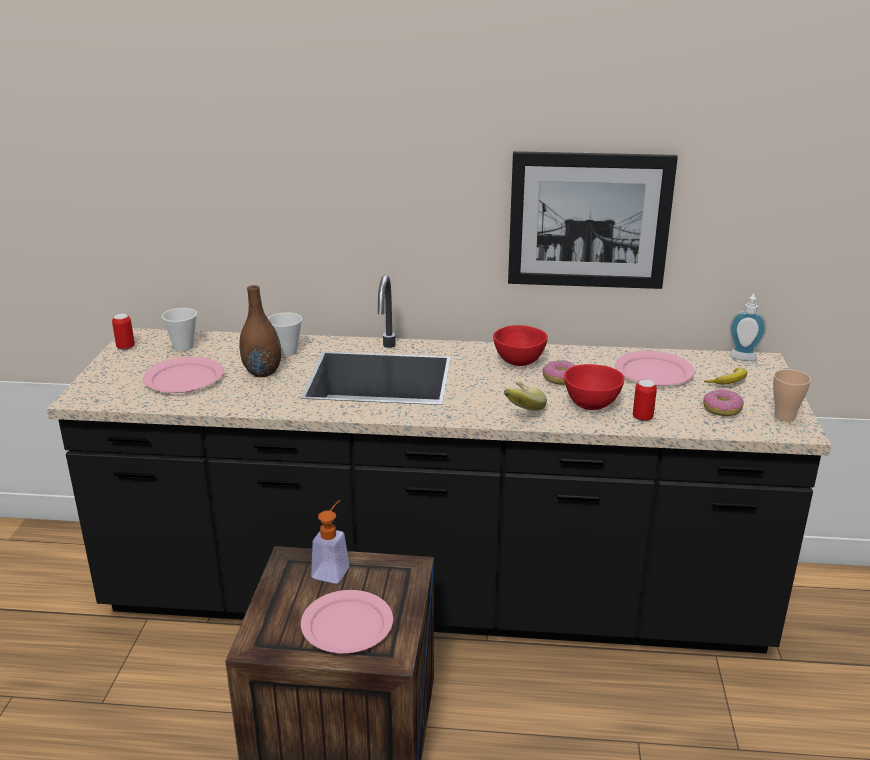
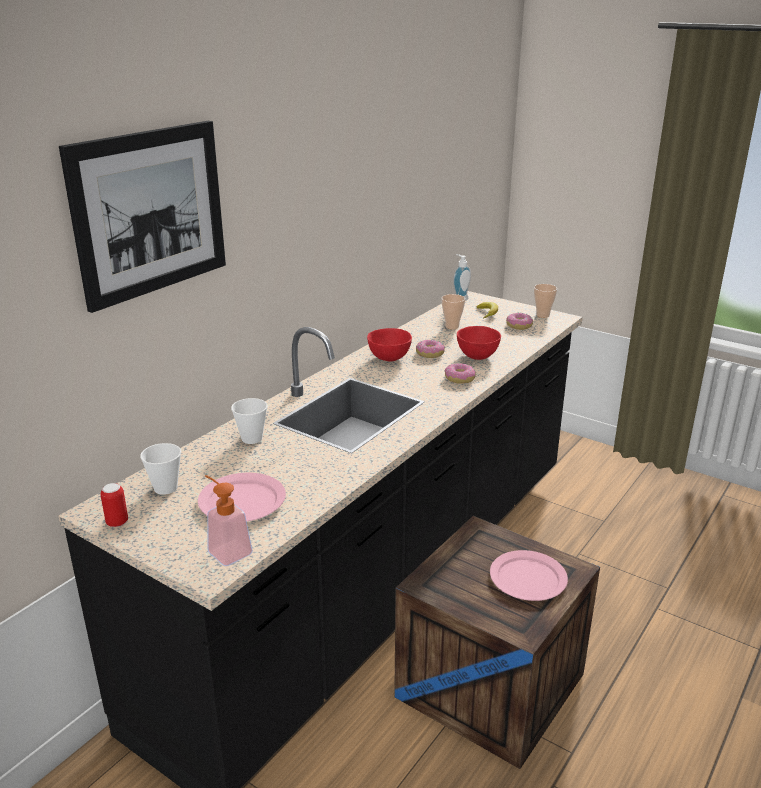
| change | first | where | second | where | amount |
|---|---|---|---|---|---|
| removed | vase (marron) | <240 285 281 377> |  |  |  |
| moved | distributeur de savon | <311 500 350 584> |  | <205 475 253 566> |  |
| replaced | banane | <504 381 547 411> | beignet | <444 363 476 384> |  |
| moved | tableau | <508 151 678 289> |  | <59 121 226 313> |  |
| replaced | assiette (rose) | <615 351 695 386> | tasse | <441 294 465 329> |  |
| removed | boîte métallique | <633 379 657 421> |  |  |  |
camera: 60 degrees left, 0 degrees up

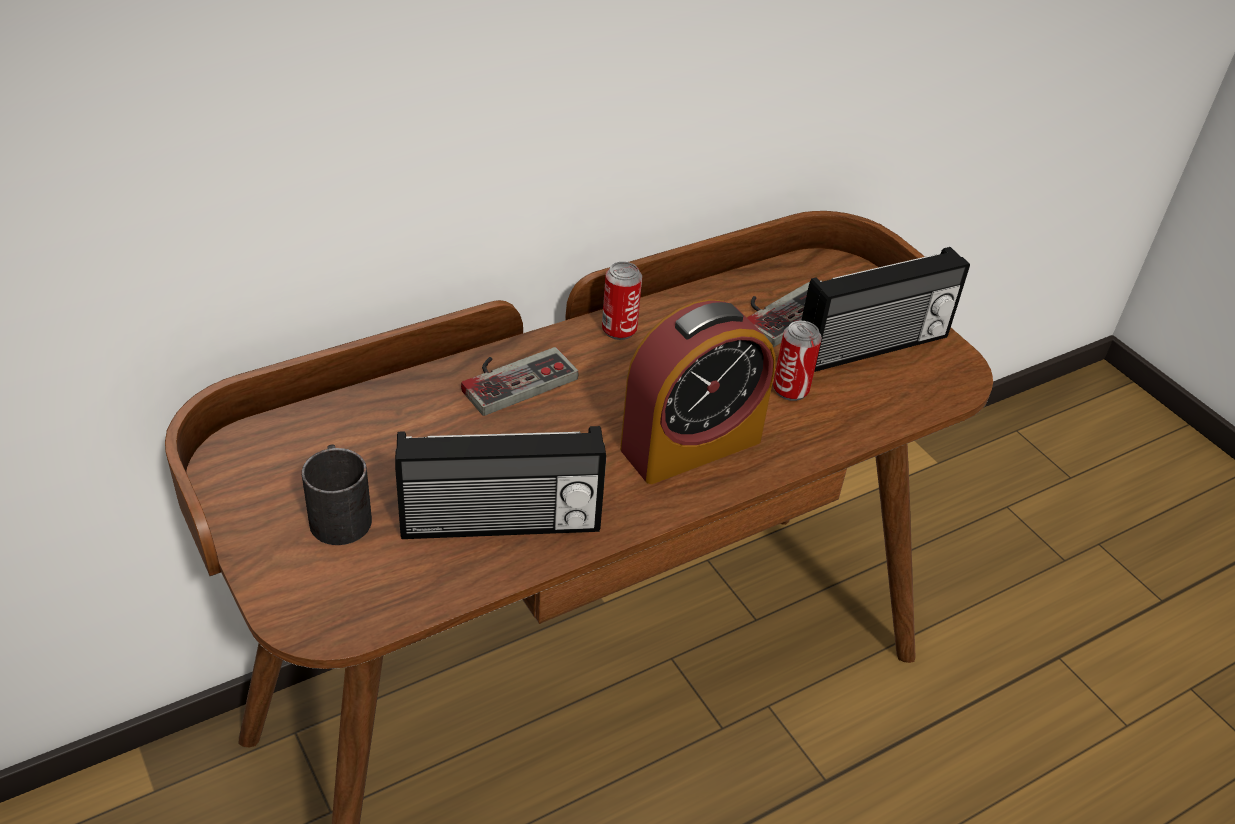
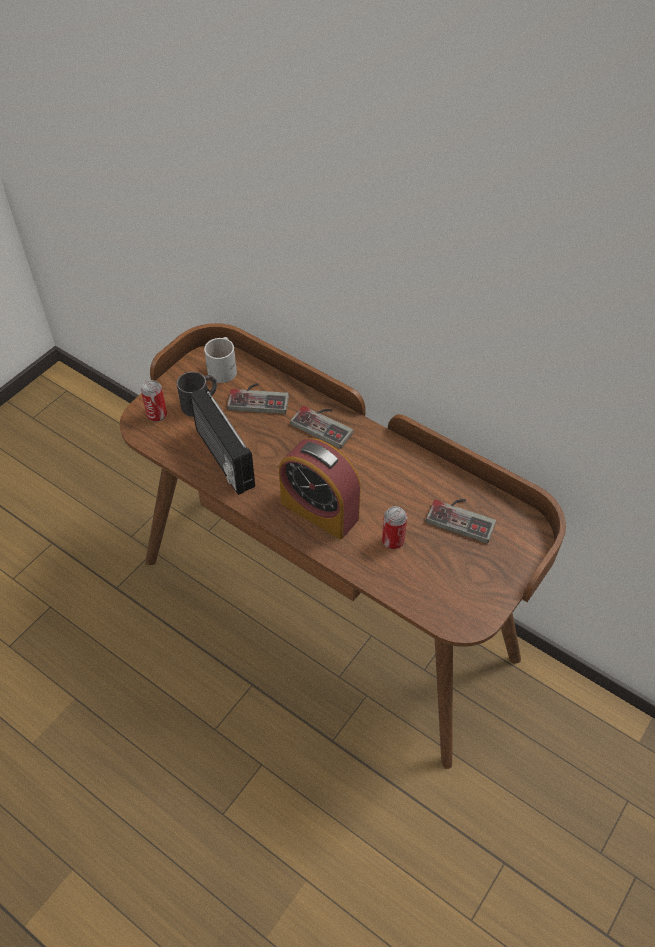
| change | first | where | second | where | amount |
|---|---|---|---|---|---|
| moved | boîte métallique | <602 262 642 340> |  | <141 380 167 422> |  |
| removed | radio | <801 247 970 372> |  |  |  |
| added |  |  | mug (blanc) | <204 337 237 383> |  |
| added |  |  | manette | <227 383 289 414> |  |
camera: 70 degrees right, 10 degrees up

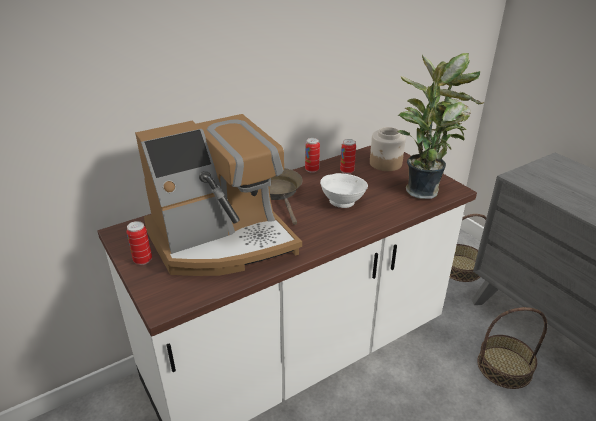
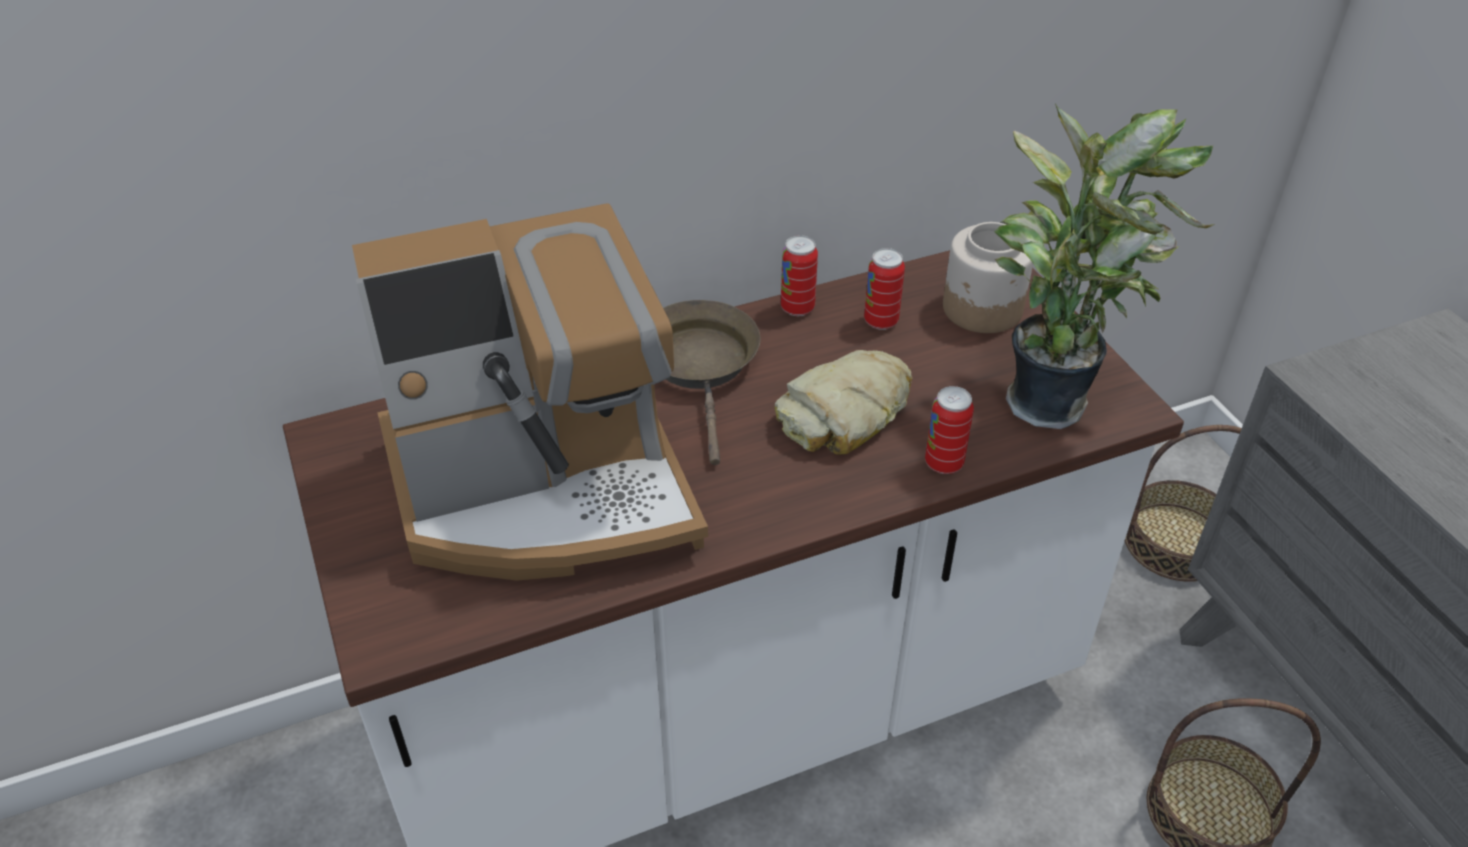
| change | first | where | second | where | amount |
|---|---|---|---|---|---|
| moved | boîte métallique | <127 221 152 265> |  | <925 386 974 474> |  |
| replaced | bol (blanc) | <320 173 368 208> | pain | <774 350 913 454> |  |
camera: 10 degrees right, 10 degrees up

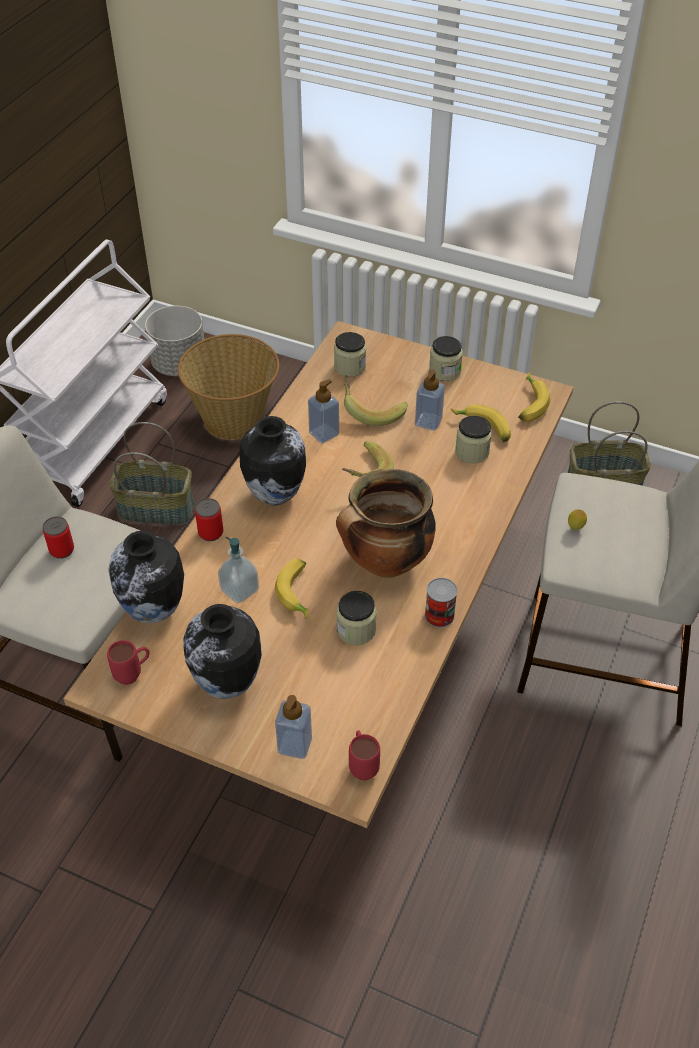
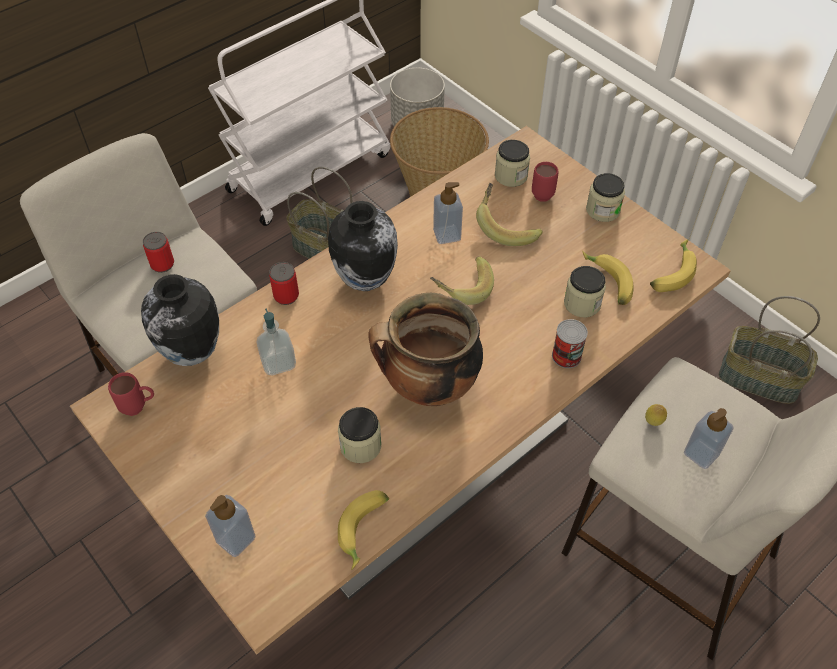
| change | first | where | second | where | amount |
|---|---|---|---|---|---|
| removed | vase | <184 604 262 699> |  |  |  |
| moved | banane | <275 559 308 619> |  | <338 490 389 570> |  |
| moved | mug (rouge) | <349 730 380 781> |  | <532 162 558 202> |  |
| moved | distributeur de savon | <415 370 445 431> |  | <684 408 734 469> |  |
| moved | boîte métallique | <425 578 458 627> |  | <552 319 588 368> |  |
camera: 25 degrees right, 5 degrees up

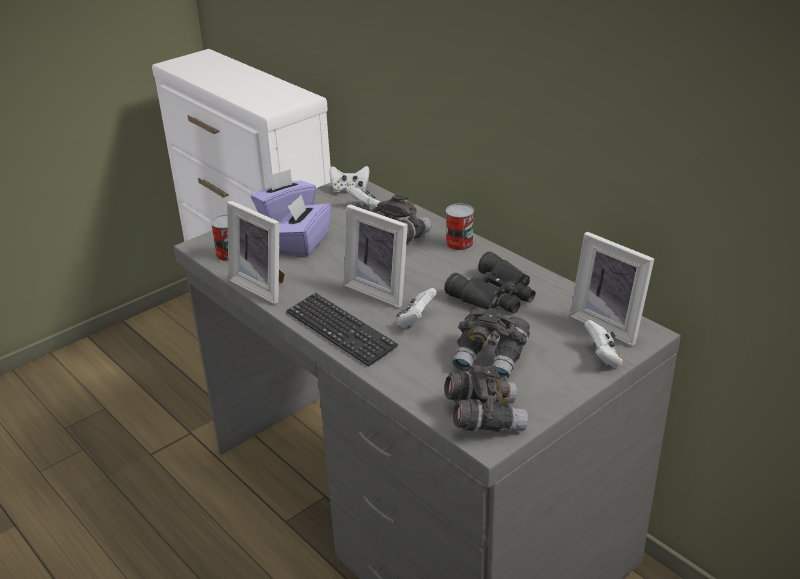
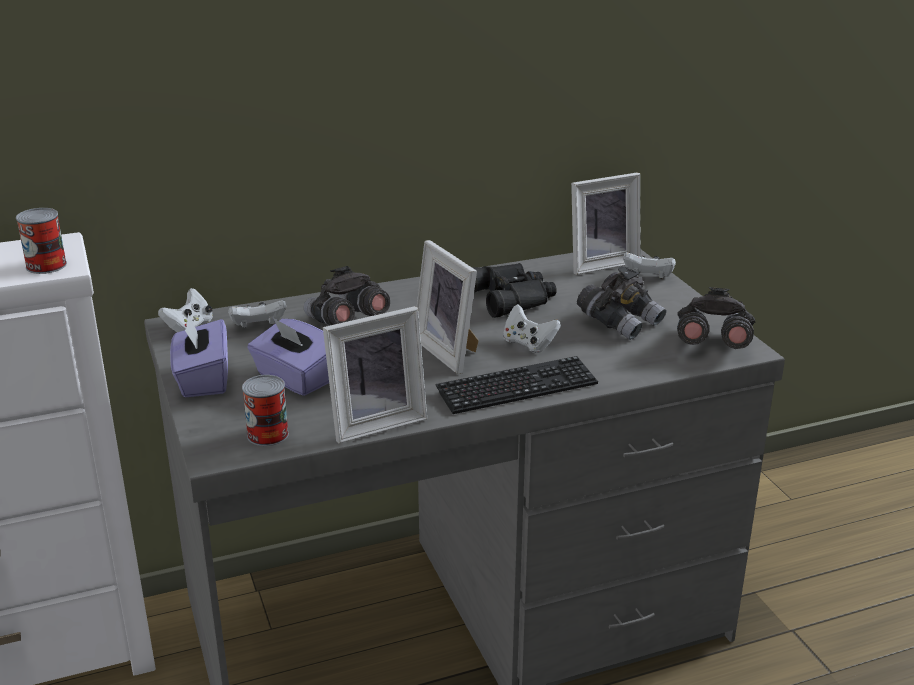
| change | first | where | second | where | amount |
|---|---|---|---|---|---|
| turned | cadre photo | <344 204 408 308> |  | <417 240 479 374> | 90 degrees clockwise |
| moved | boîte métallique | <446 204 474 251> |  | <16 208 67 274> |  |
camera: 70 degrees left, 5 degrees down

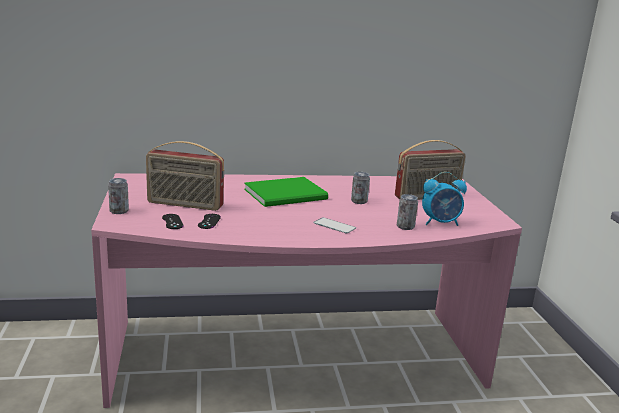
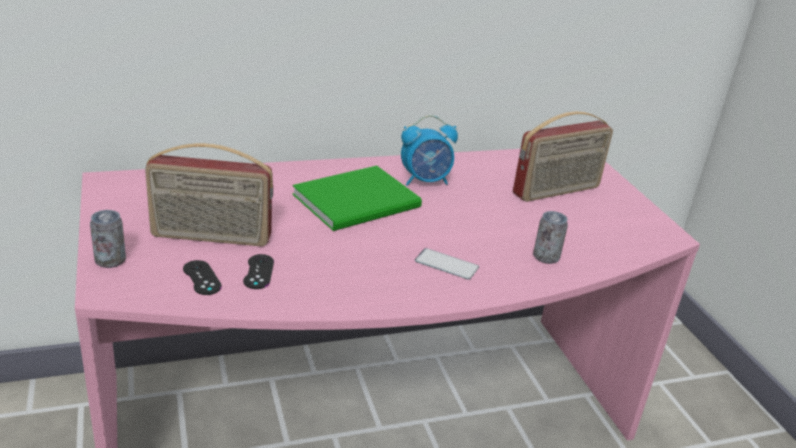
| change | first | where | second | where | amount |
|---|---|---|---|---|---|
| removed | boîte métallique | <351 172 370 204> |  |  |  |
| moved | réveil | <422 172 467 226> |  | <401 115 458 186> |  |
camera: 10 degrees left, 10 degrees up

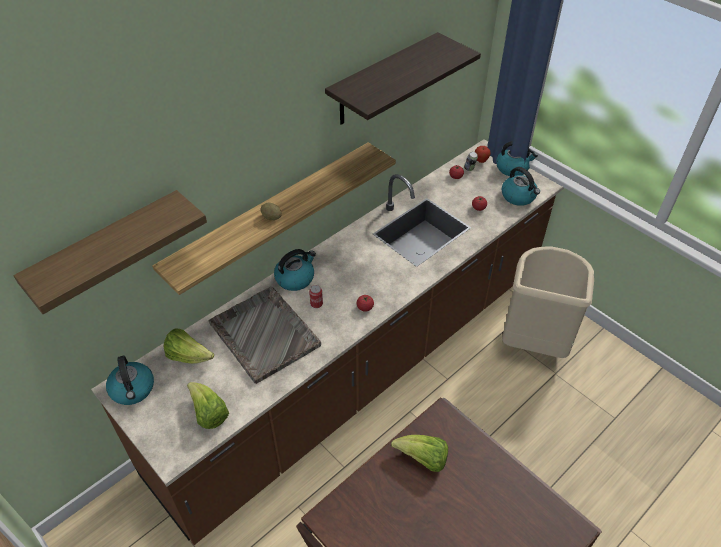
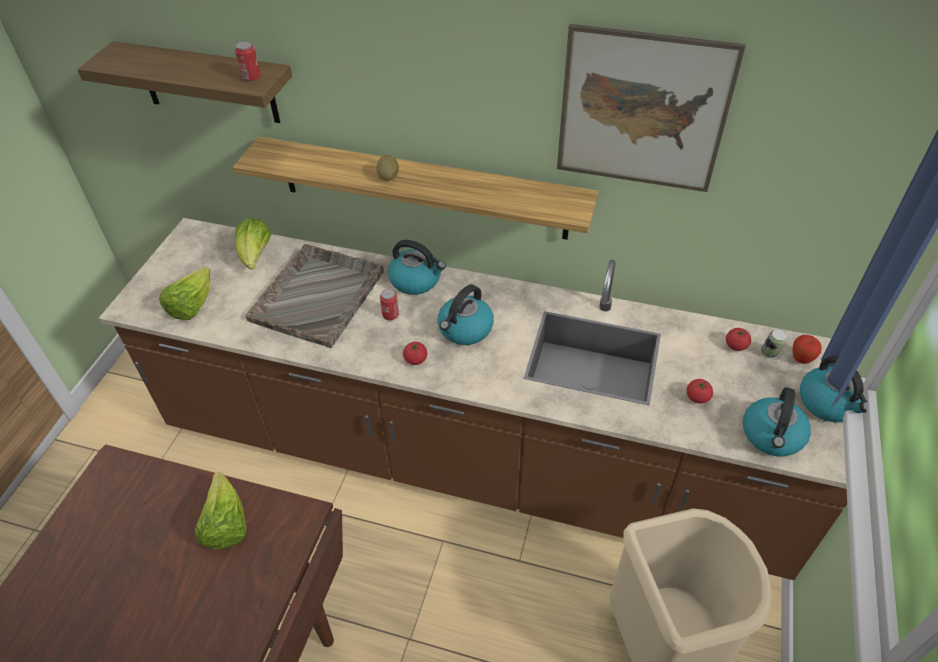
| change | first | where | second | where | amount |
|---|---|---|---|---|---|
| moved | bouilloire | <106 355 154 405> |  | <437 285 494 345> |  |
| replaced | étagère | <325 32 481 125> | tableau | <557 24 746 192> |  |
| added |  |  | boîte métallique | <235 41 261 82> |  |
camera: 60 degrees right, 0 degrees up

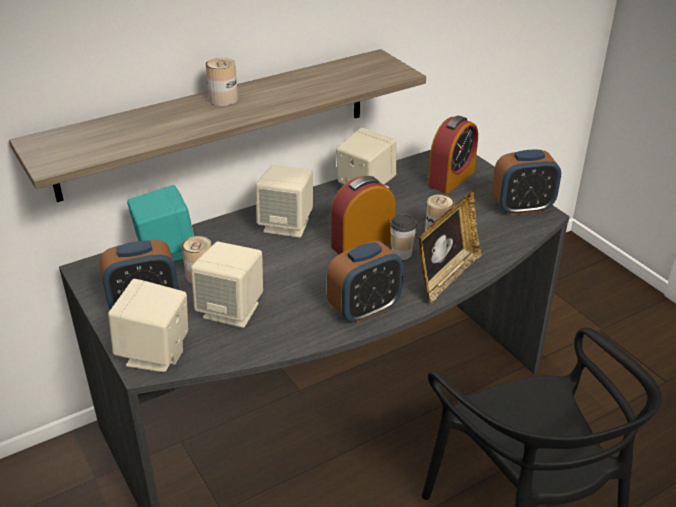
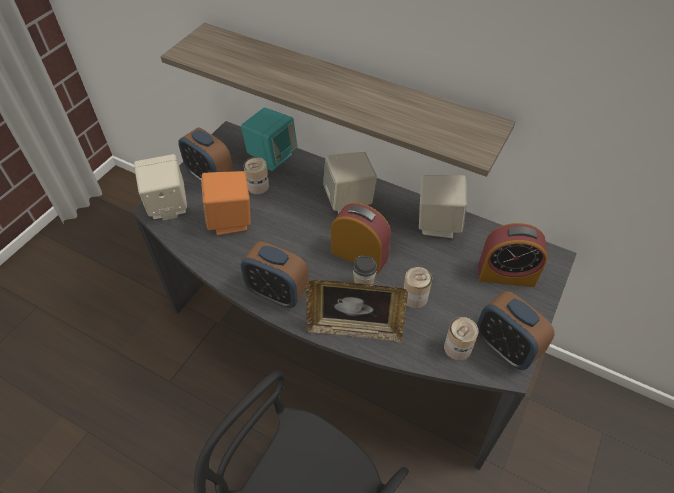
| change | first | where | second | where | amount |
|---|---|---|---|---|---|
| recoloured | enceinte (beige) | <191 242 263 328> | enceinte (orange) | <201 171 251 235> |  |
| moved | boîte métallique | <206 57 238 106> |  | <444 317 479 360> |  |
camera: 60 degrees right, 15 degrees up

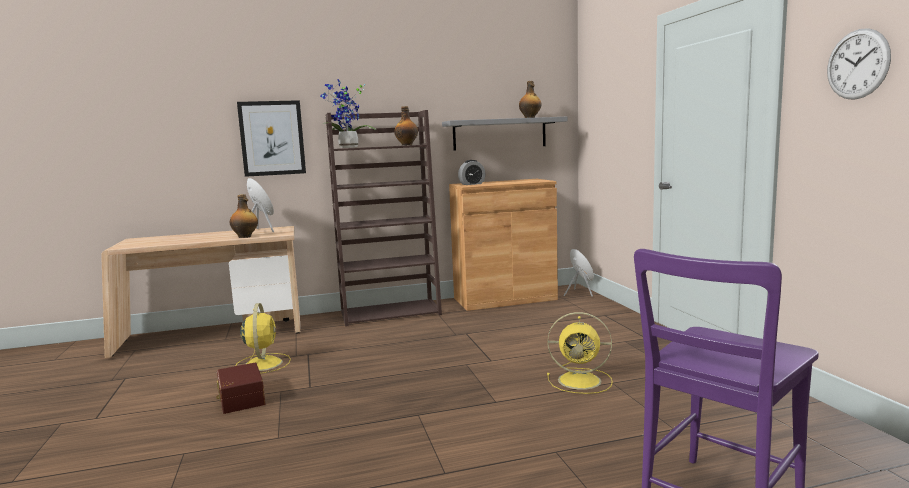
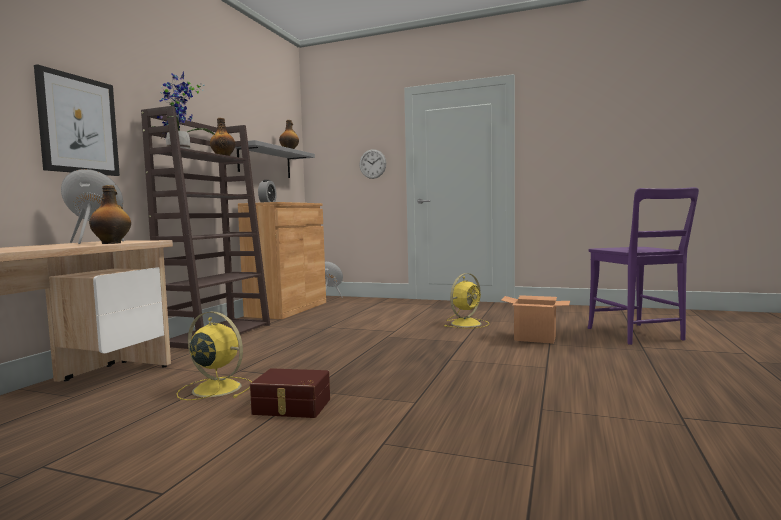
| change | first | where | second | where | amount |
|---|---|---|---|---|---|
| moved | horloge murale | <827 28 891 100> |  | <359 149 386 179> |  |
| added |  |  | carton | <501 295 570 344> |  |
camera: 55 degrees left, 5 degrees down

